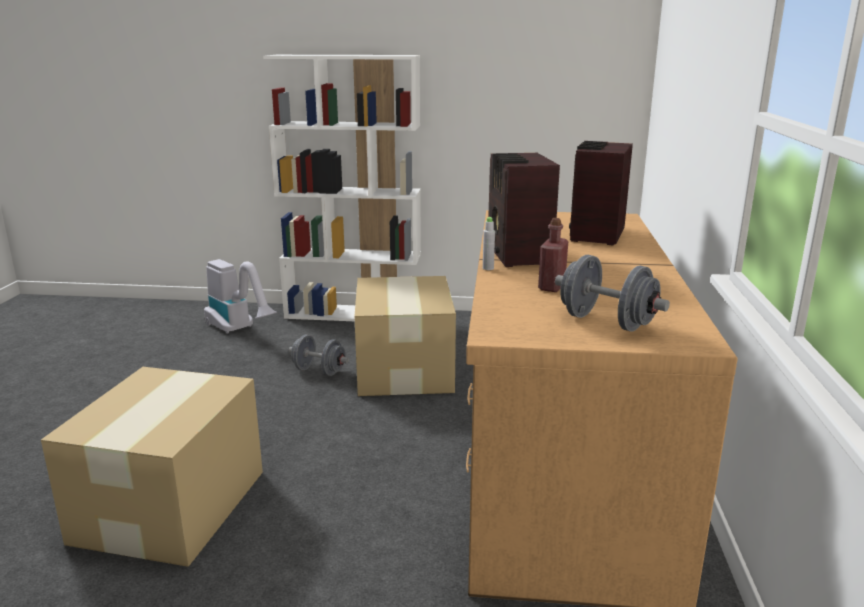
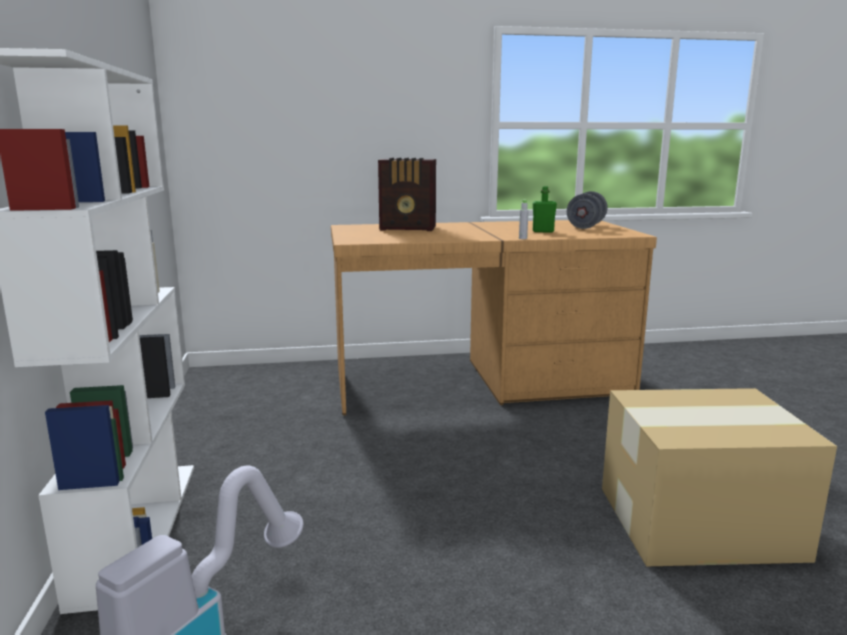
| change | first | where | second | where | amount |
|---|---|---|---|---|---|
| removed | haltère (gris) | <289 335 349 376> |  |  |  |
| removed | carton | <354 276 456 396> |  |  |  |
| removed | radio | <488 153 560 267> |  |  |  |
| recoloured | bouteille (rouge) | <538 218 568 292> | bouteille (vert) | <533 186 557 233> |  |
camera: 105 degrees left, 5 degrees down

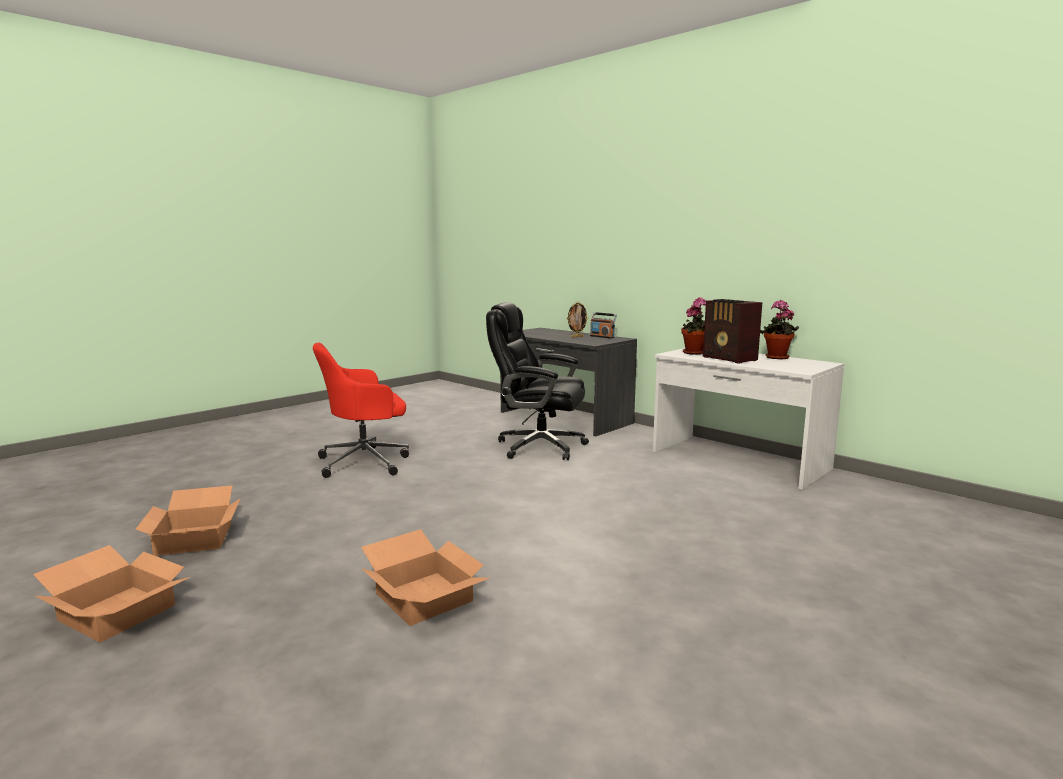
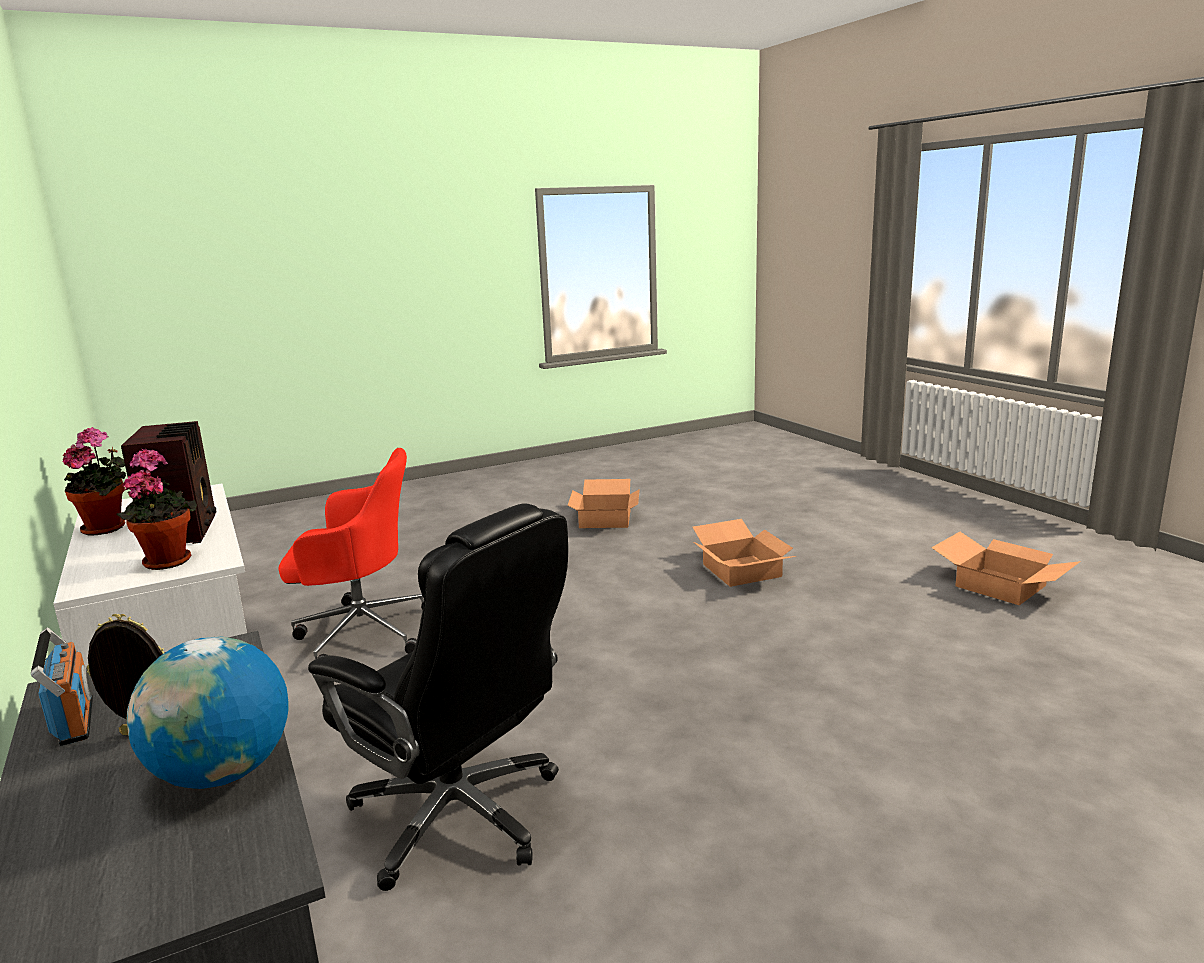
| change | first | where | second | where | amount |
|---|---|---|---|---|---|
| moved | carton | <135 485 241 556> |  | <568 479 640 528> |  |
| moved | chaise de bureau (rouge) | <313 343 409 478> |  | <279 448 424 659> |  |
| added |  |  | globe | <127 636 288 789> |  |
camera: 160 degrees left, 5 degrees up

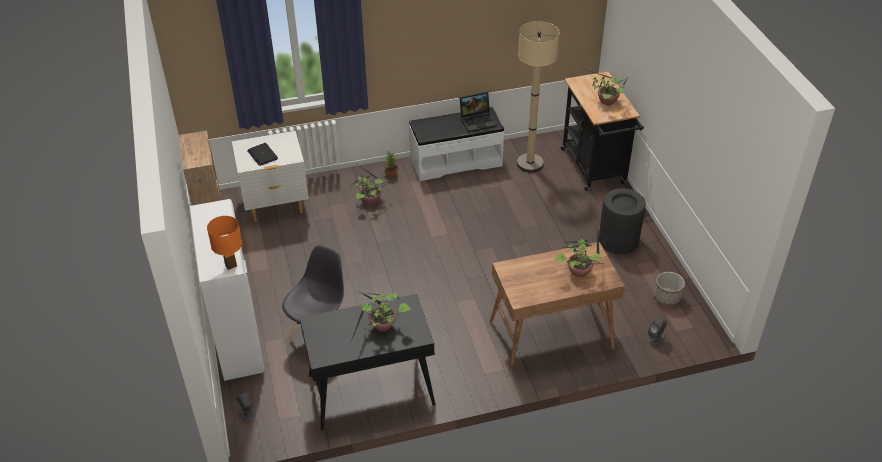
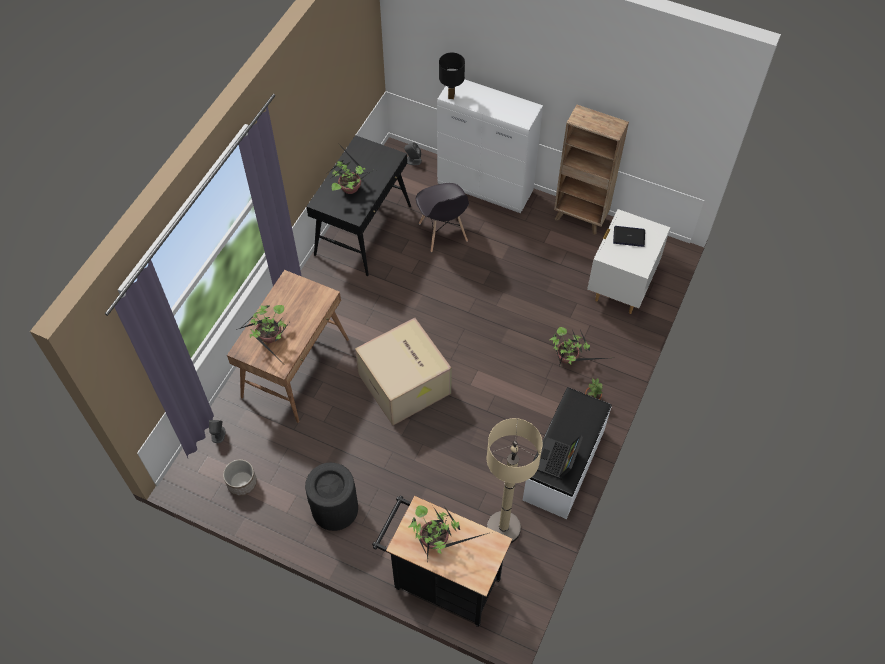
| change | first | where | second | where | amount |
|---|---|---|---|---|---|
| recoloured | lampe de table (orange) | <207 216 242 270> | lampe de table (noir) | <439 53 465 99> |  |
| added |  |  | carton | <355 318 452 426> |  |
camera: 130 degrees right, 15 degrees up

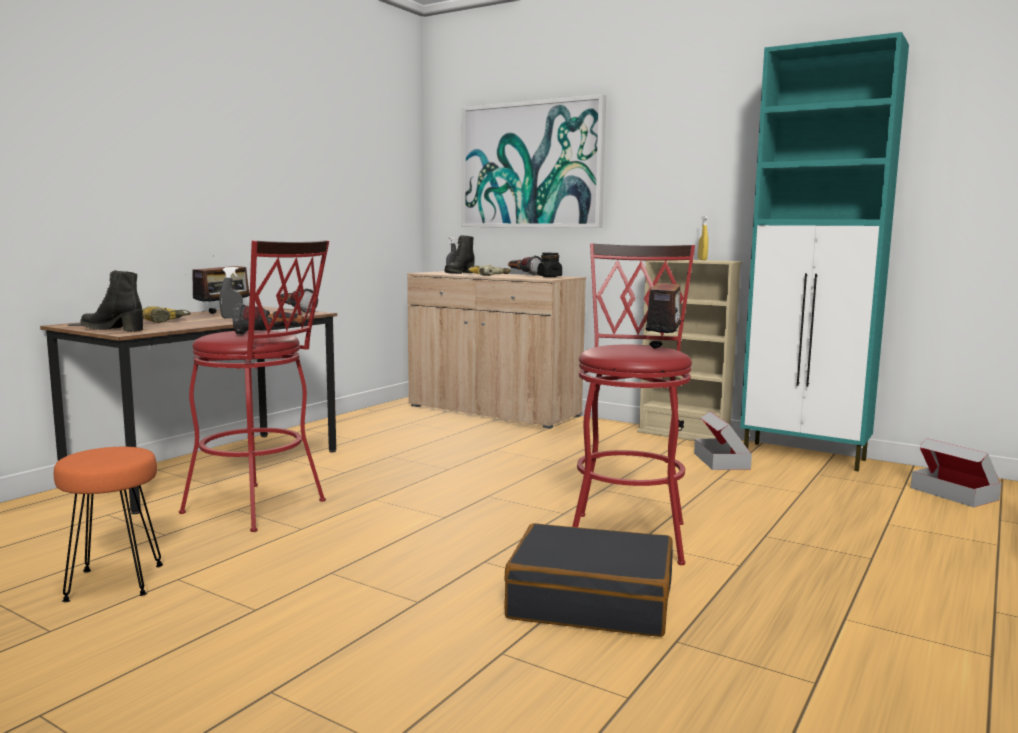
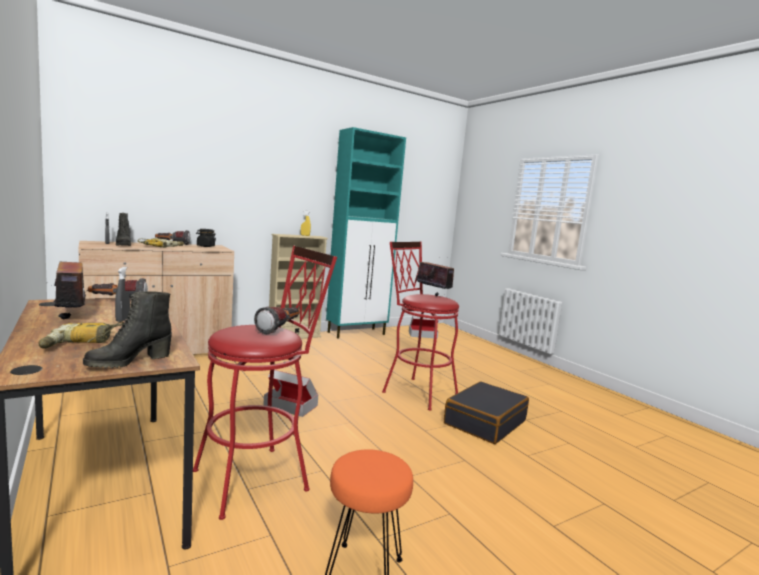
| change | first | where | second | where | amount |
|---|---|---|---|---|---|
| removed | tableau | <461 94 606 228> |  |  |  |
| moved | carton | <694 411 752 470> |  | <263 370 318 417> |  |
camera: 65 degrees left, 0 degrees up

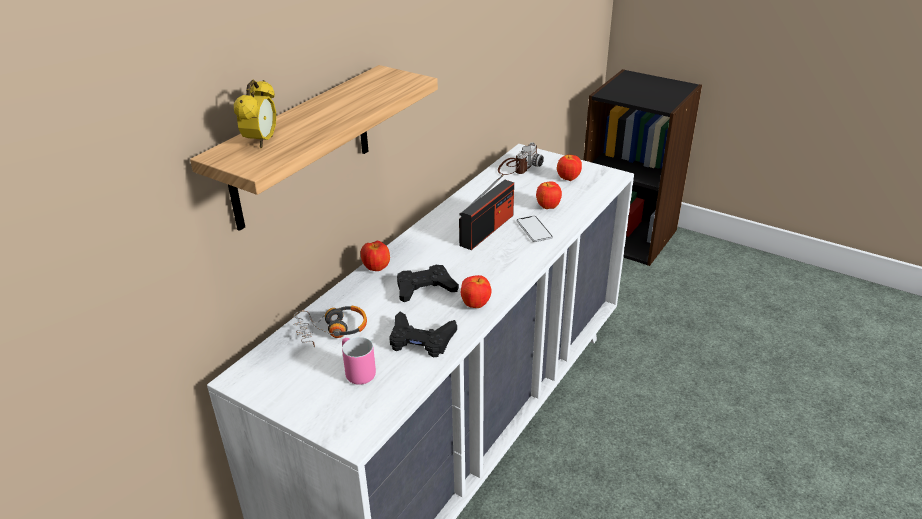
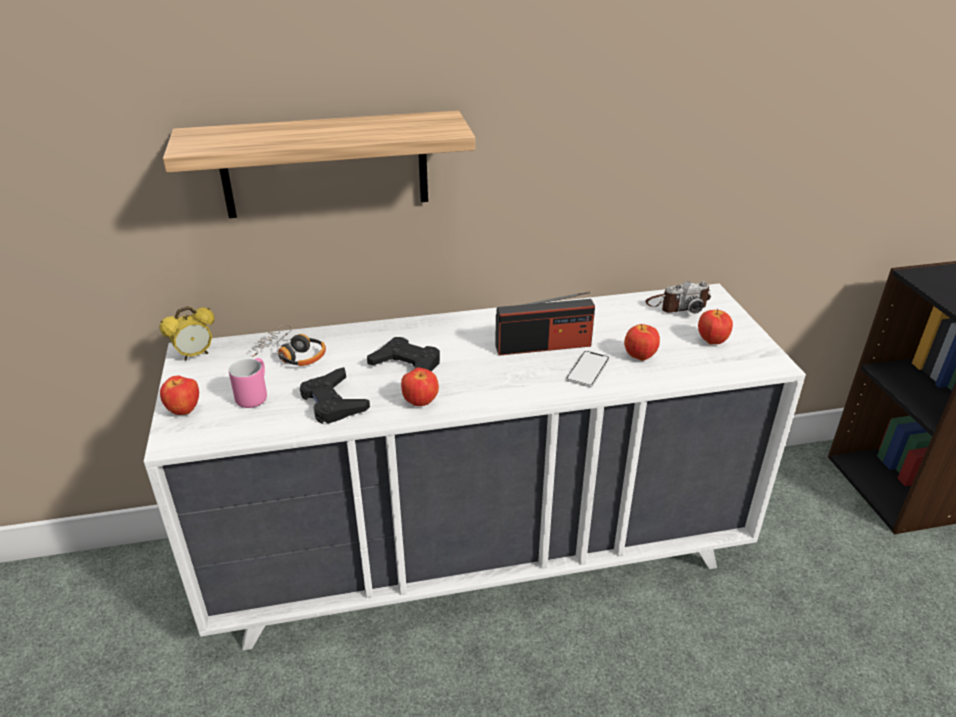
| change | first | where | second | where | amount |
|---|---|---|---|---|---|
| moved | réveil | <234 80 276 148> |  | <159 306 215 361> |  |
| moved | pomme | <361 241 390 271> |  | <160 376 199 415> |  |
camera: 45 degrees right, 0 degrees up

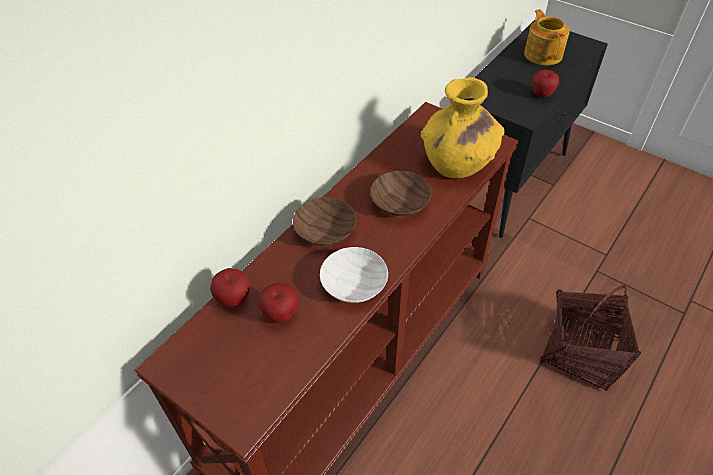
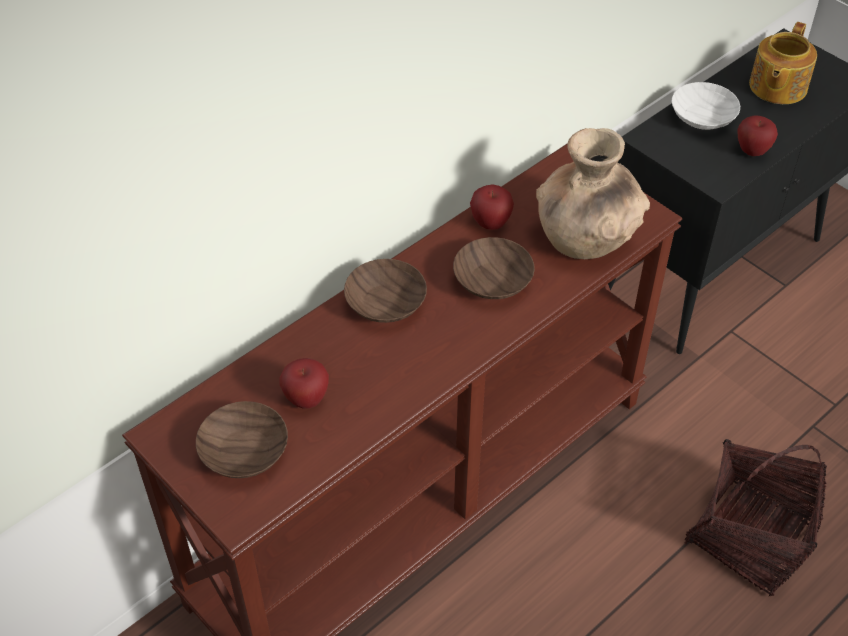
| change | first | where | second | where | amount |
|---|---|---|---|---|---|
| moved | pomme | <210 268 250 308> |  | <470 184 514 230> |  |
| moved | bol (blanc) | <320 247 388 303> |  | <672 82 740 130> |  |
| recoloured | vase (jaune) | <421 77 505 178> | vase (marron) | <536 128 650 259> |  |
| turned | théière | <524 9 570 65> |  | <749 22 817 104> | 150 degrees counterclockwise |
| added |  |  | bol (marron) | <196 401 288 478> |  |
camera: 10 degrees right, 0 degrees up

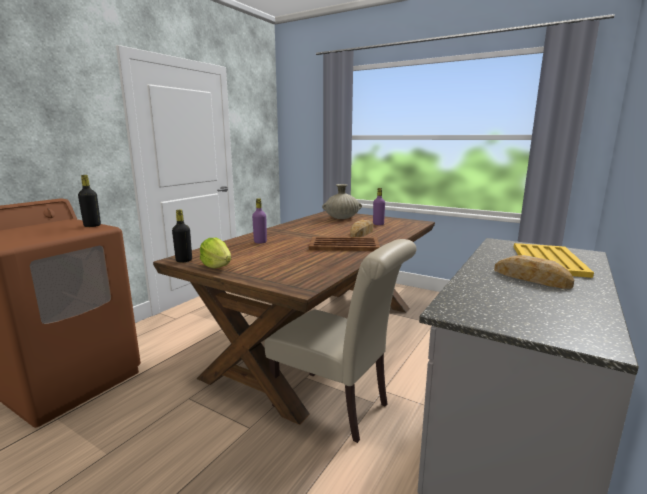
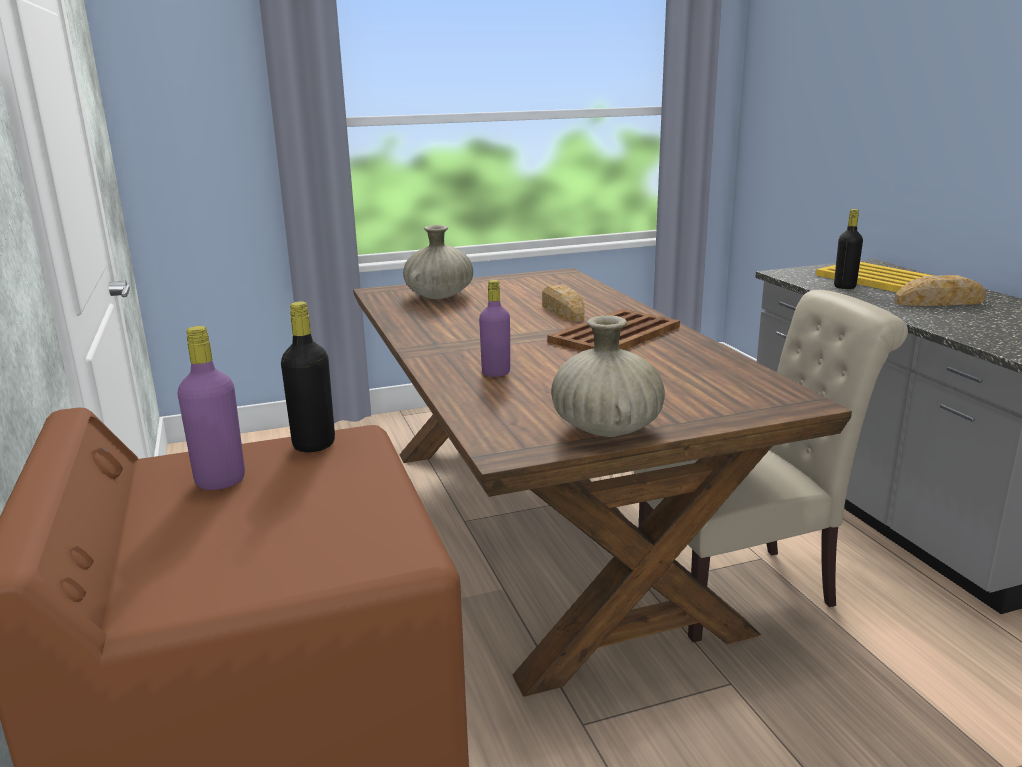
| change | first | where | second | where | amount |
|---|---|---|---|---|---|
| moved | bouteille (noir) | <172 210 192 263> |  | <834 209 863 289> |  |
| replaced | laitue | <200 238 231 268> | vase (beige) | <551 315 665 437> |  |
| moved | bouteille (violet) | <373 188 385 225> |  | <177 326 245 490> |  |
camera: 50 degrees left, 5 degrees up

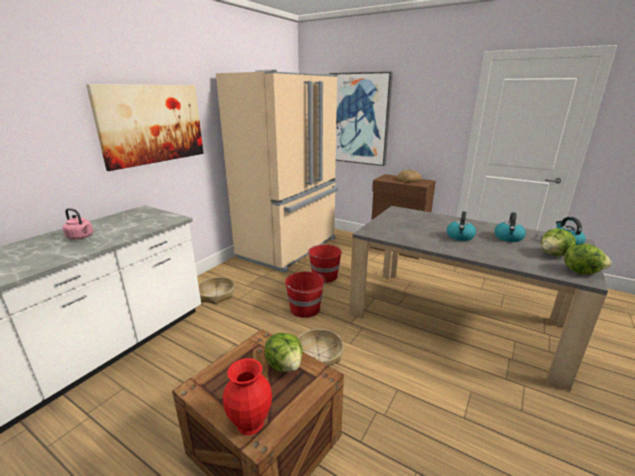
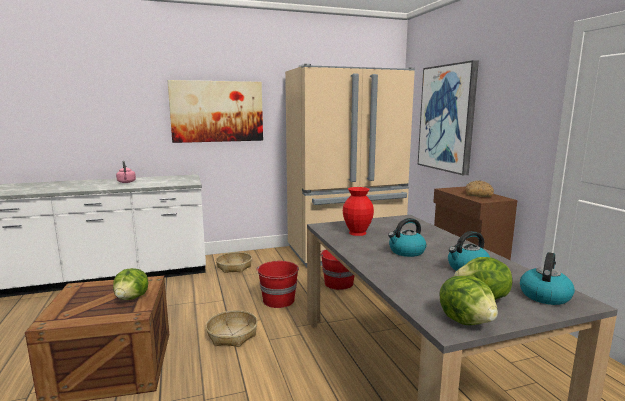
| change | first | where | second | where | amount |
|---|---|---|---|---|---|
| moved | vase (rouge) | <223 358 272 435> |  | <343 187 374 236> |  |
camera: 40 degrees right, 10 degrees down

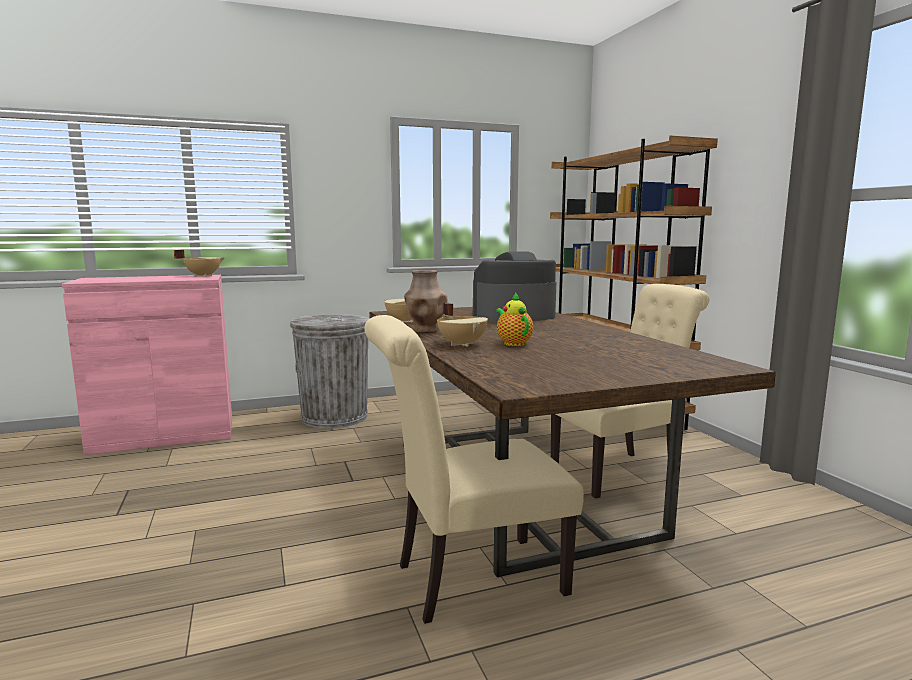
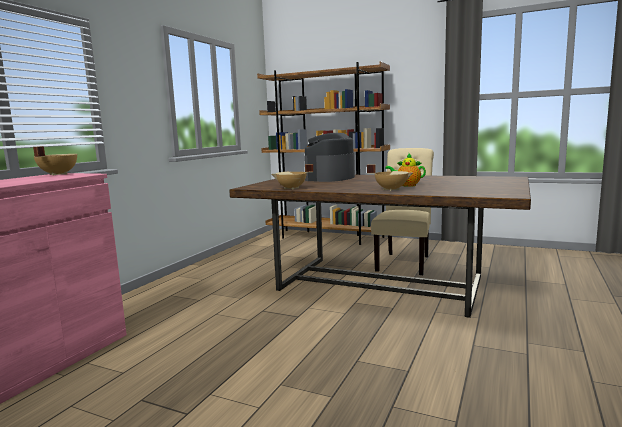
| change | first | where | second | where | amount |
|---|---|---|---|---|---|
| removed | poubelle (gris) | <290 314 370 428> |  |  |  |
| removed | chaise (beige) | <364 315 584 624> |  |  |  |
| removed | vase (marron) | <404 270 447 333> |  |  |  |
camera: 45 degrees left, 0 degrees up

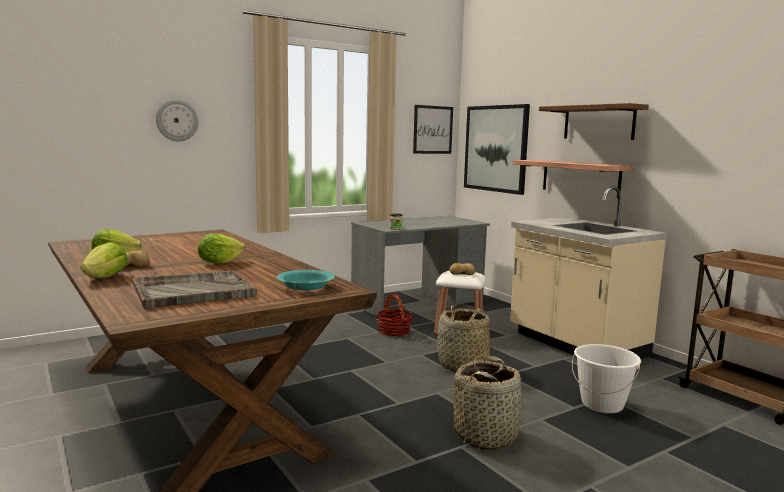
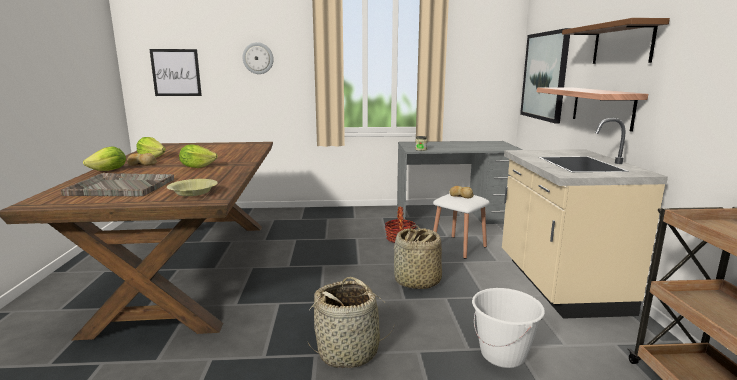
| change | first | where | second | where | amount |
|---|---|---|---|---|---|
| recoloured | bol (turquoise) | <277 270 335 290> | bol (jaune) | <167 179 218 196> |  |
| moved | tableau | <413 105 453 154> |  | <149 49 202 96> |  |
camera: 30 degrees right, 5 degrees up

